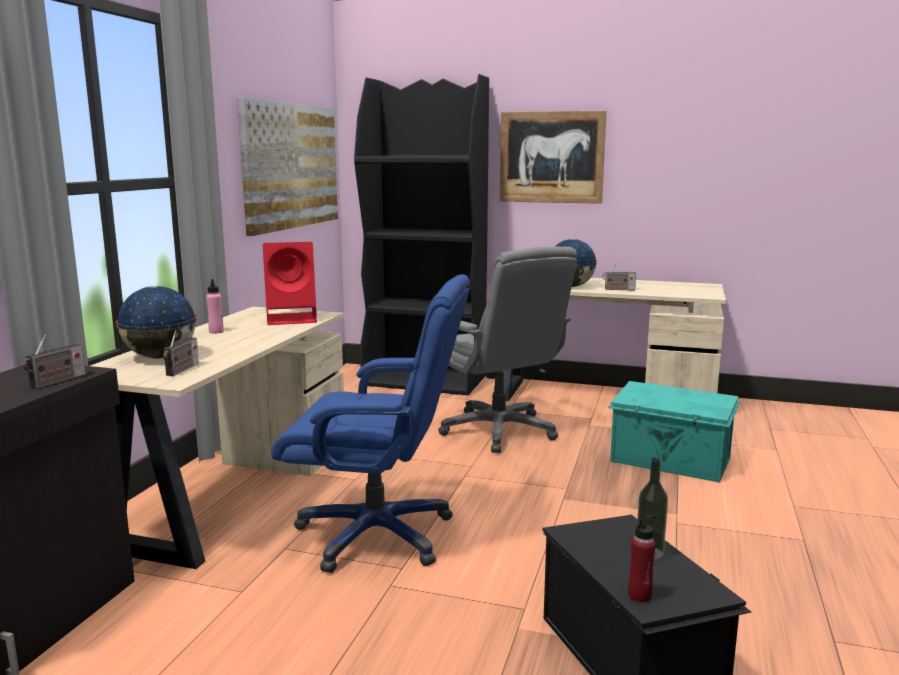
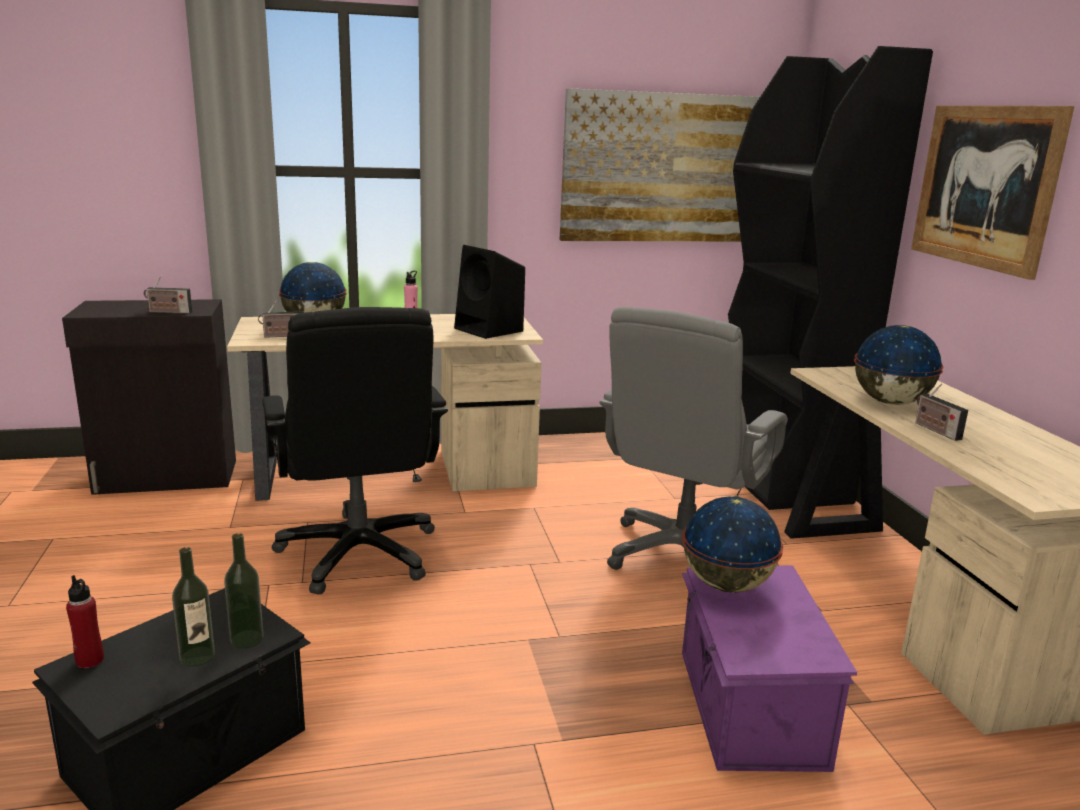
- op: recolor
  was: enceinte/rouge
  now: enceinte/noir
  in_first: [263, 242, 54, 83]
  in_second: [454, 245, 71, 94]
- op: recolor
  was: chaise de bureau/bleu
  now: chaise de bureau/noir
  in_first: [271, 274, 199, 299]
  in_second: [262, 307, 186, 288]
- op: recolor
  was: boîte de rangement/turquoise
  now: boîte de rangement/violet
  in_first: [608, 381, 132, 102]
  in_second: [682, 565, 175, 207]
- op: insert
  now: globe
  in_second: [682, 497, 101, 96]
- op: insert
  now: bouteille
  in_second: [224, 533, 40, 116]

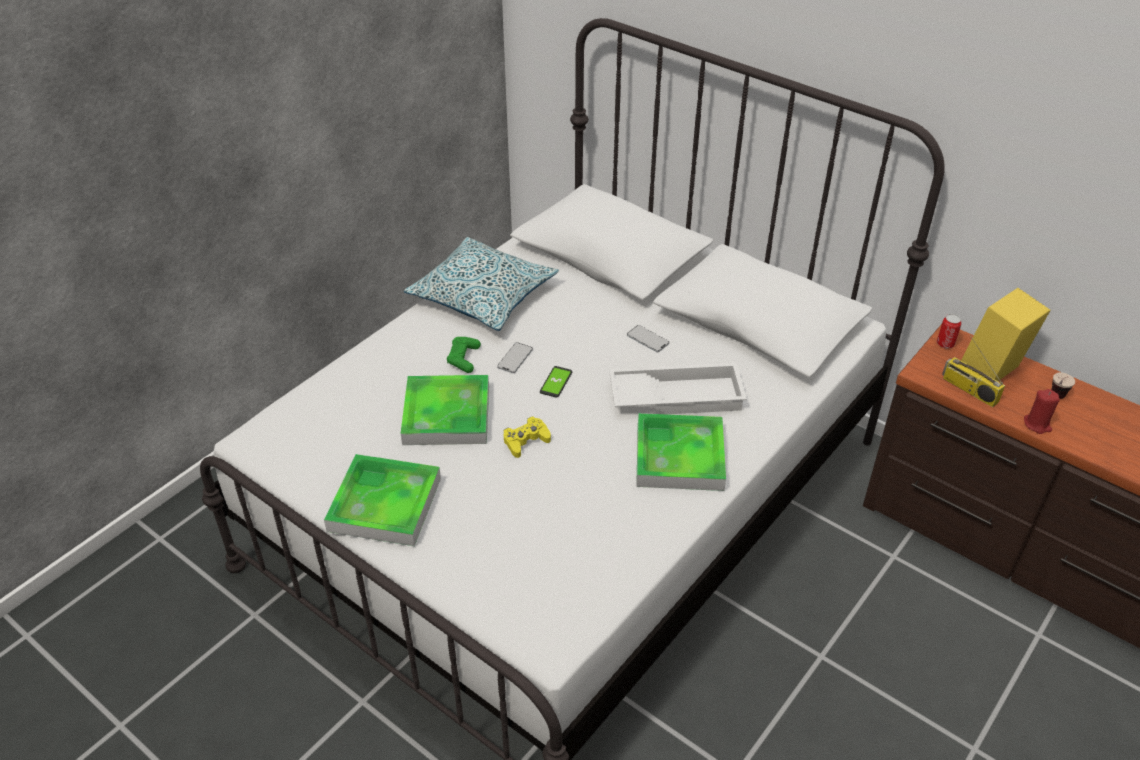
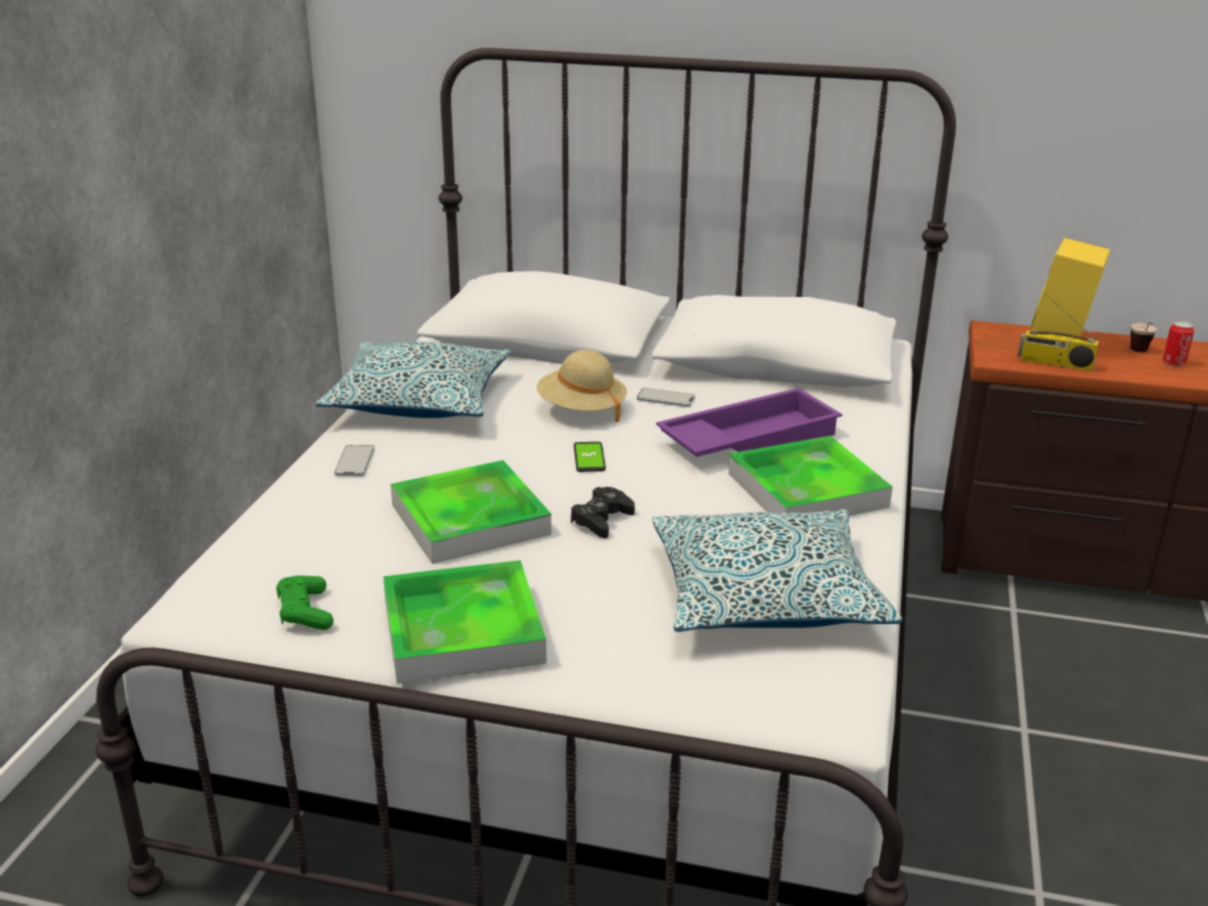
- op: move
  was: boîte métallique
  in_first: [937, 314, 25, 35]
  in_second: [1163, 321, 31, 45]
- op: move
  was: manette/vert
  in_first: [447, 337, 34, 36]
  in_second: [276, 576, 57, 54]
- op: move
  was: téléphone
  in_first: [497, 342, 36, 31]
  in_second: [334, 445, 40, 31]
- op: recolor
  was: plateau/blanc
  now: plateau/violet
  in_first: [609, 363, 138, 51]
  in_second: [656, 388, 186, 69]
- op: delete
  was: bougie/rouge
  in_first: [1024, 389, 36, 45]
- op: recolor
  was: manette/jaune
  now: manette/noir
  in_first: [504, 416, 47, 42]
  in_second: [571, 487, 64, 51]
- op: insert
  now: chapeau/beige
  in_second: [536, 350, 91, 72]
- op: insert
  now: coussin
  in_second: [652, 509, 251, 123]

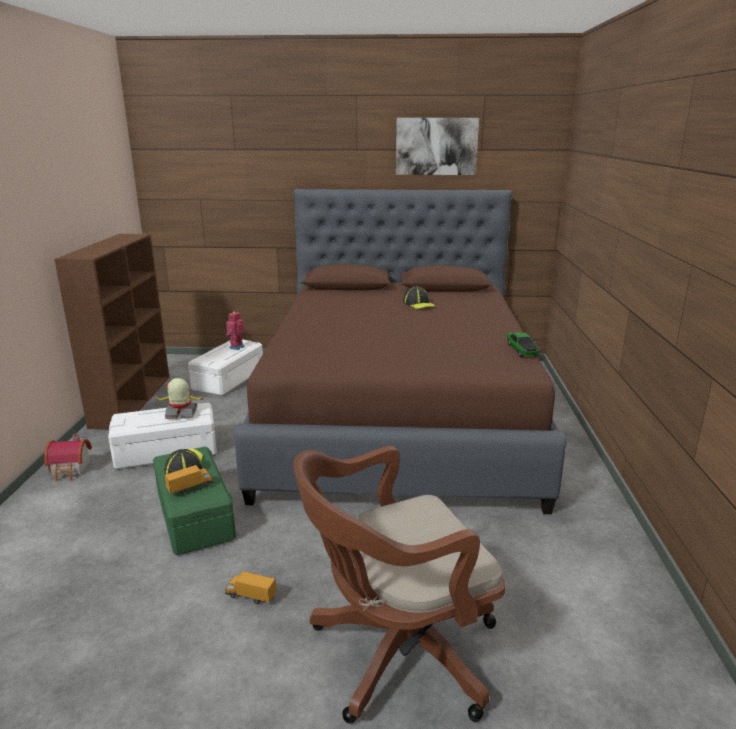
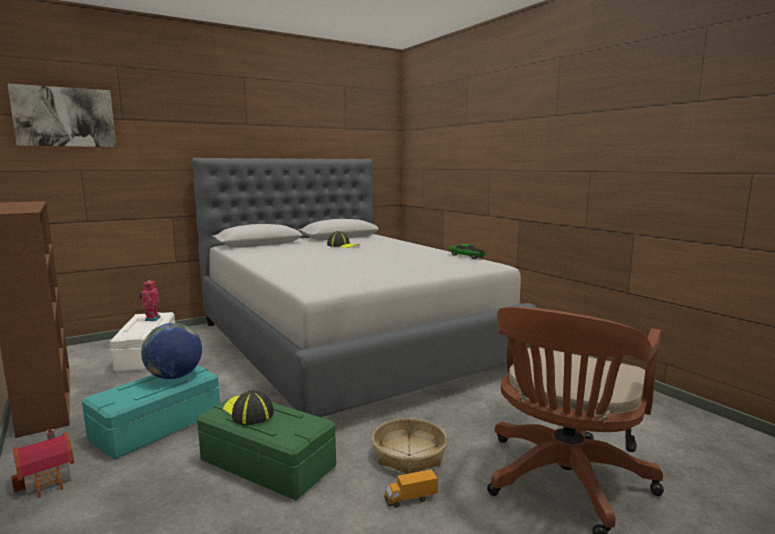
- op: move
  was: tableau
  in_first: [396, 118, 83, 57]
  in_second: [7, 84, 109, 63]
- op: recolor
  was: lit/marron
  now: lit/gris
  in_first: [234, 189, 334, 325]
  in_second: [192, 158, 345, 259]
- op: replace
  was: robot jouet
  now: globe
  in_first: [154, 378, 50, 41]
  in_second: [141, 323, 61, 56]
- op: recolor
  was: boîte de rangement/blanc
  now: boîte de rangement/turquoise
  in_first: [108, 403, 109, 66]
  in_second: [82, 366, 138, 93]
- op: delete
  was: camion jouet
  in_first: [164, 465, 50, 30]
- op: insert
  now: panier
  in_second: [372, 418, 75, 56]

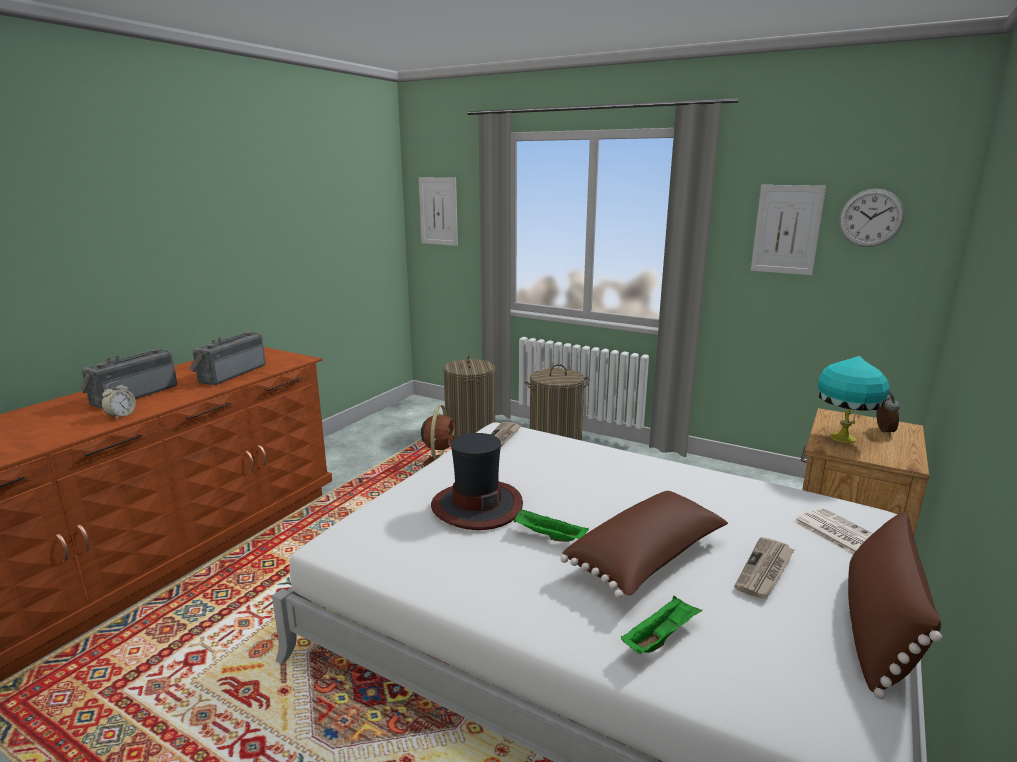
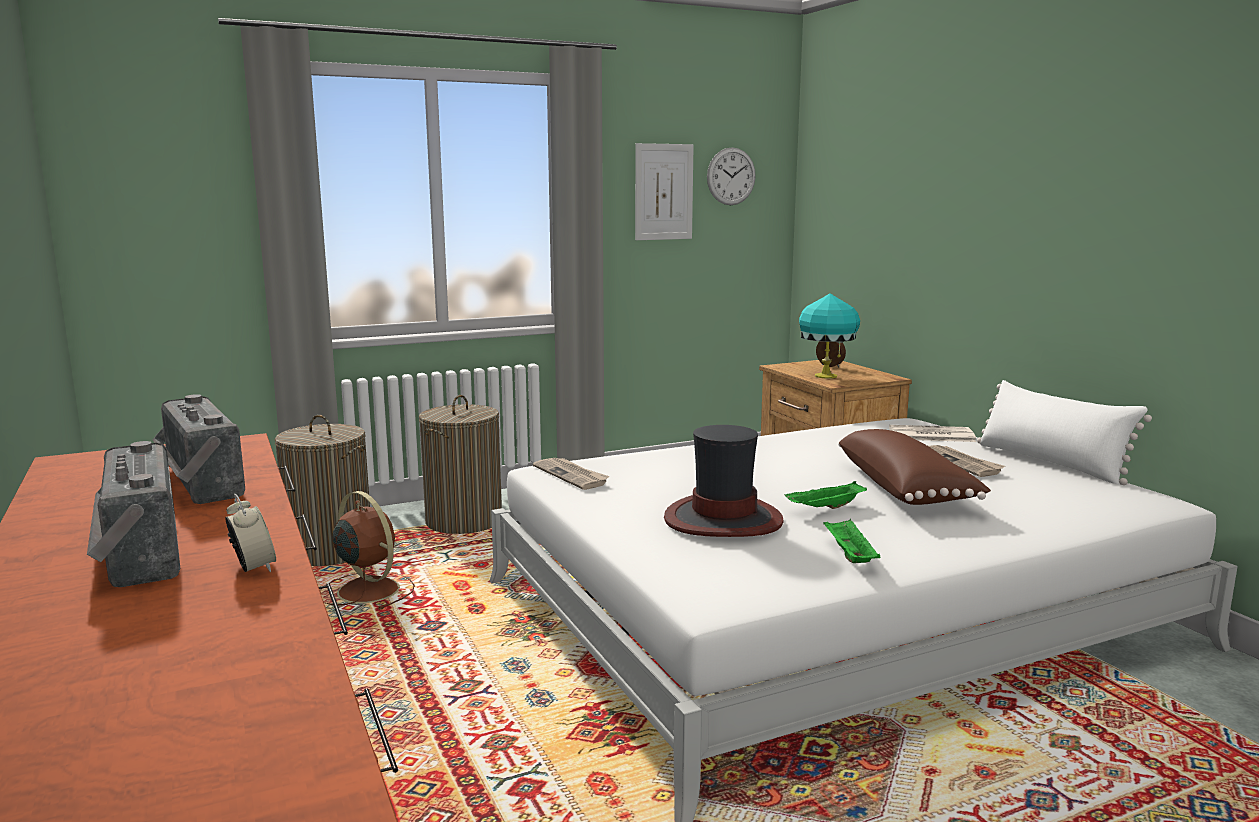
- op: delete
  was: tableau
  in_first: [419, 177, 39, 69]
- op: recolor
  was: coussin/marron
  now: coussin/blanc
  in_first: [848, 511, 94, 188]
  in_second: [977, 380, 175, 105]
- op: move
  was: plateau/vert
  in_first: [621, 596, 81, 58]
  in_second: [823, 518, 57, 45]

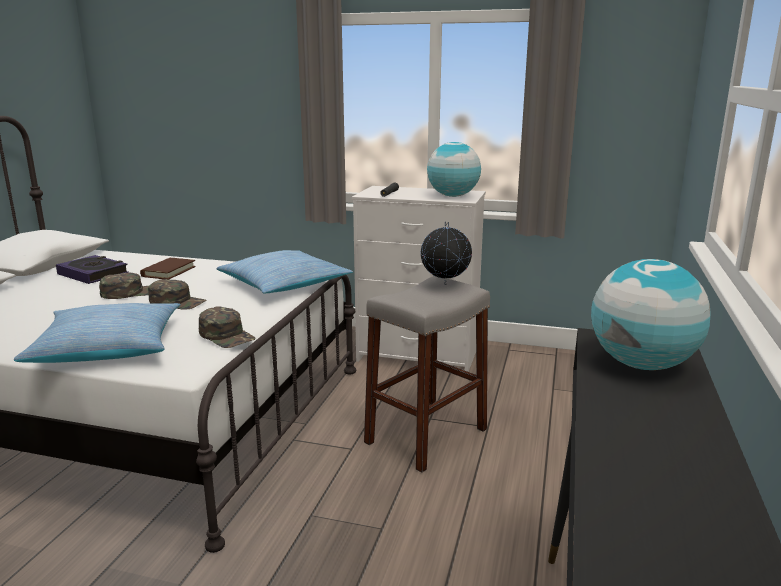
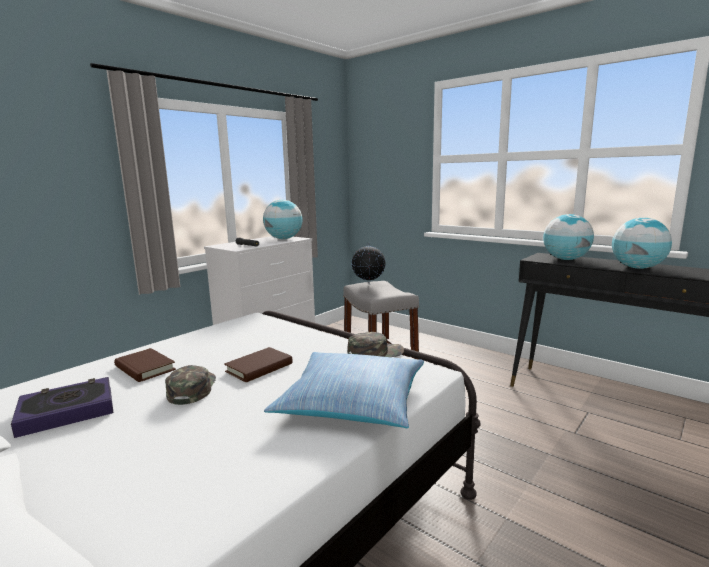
- op: delete
  was: coussin
  in_first: [216, 250, 137, 44]
- op: replace
  was: casquette/vert
  now: livre/marron
  in_first: [148, 279, 59, 31]
  in_second: [224, 347, 69, 35]
- op: insert
  now: globe
  in_second: [612, 218, 60, 51]

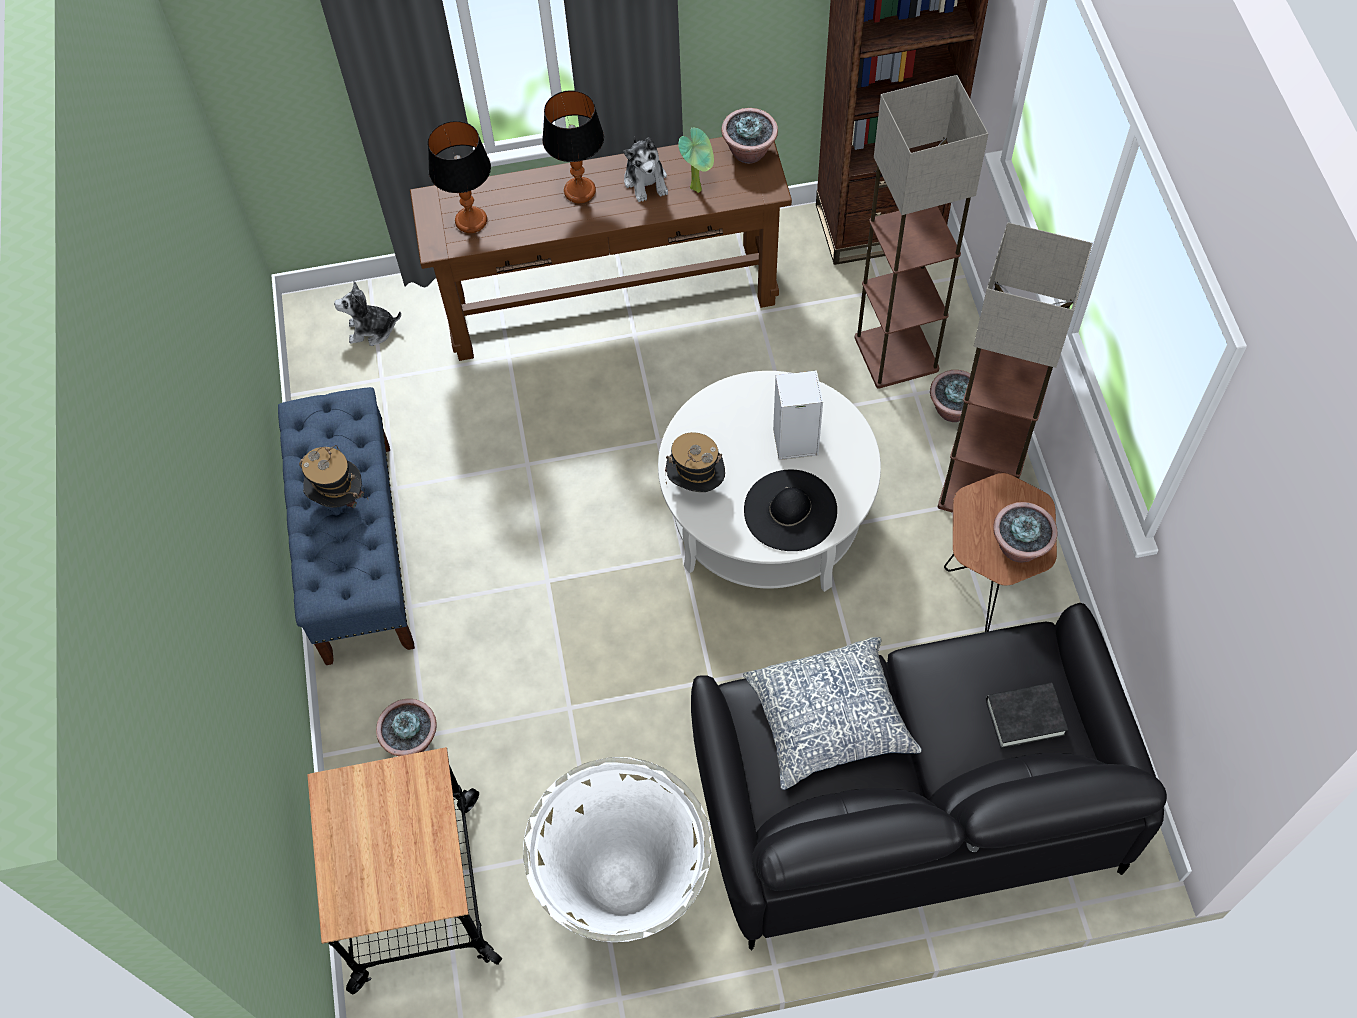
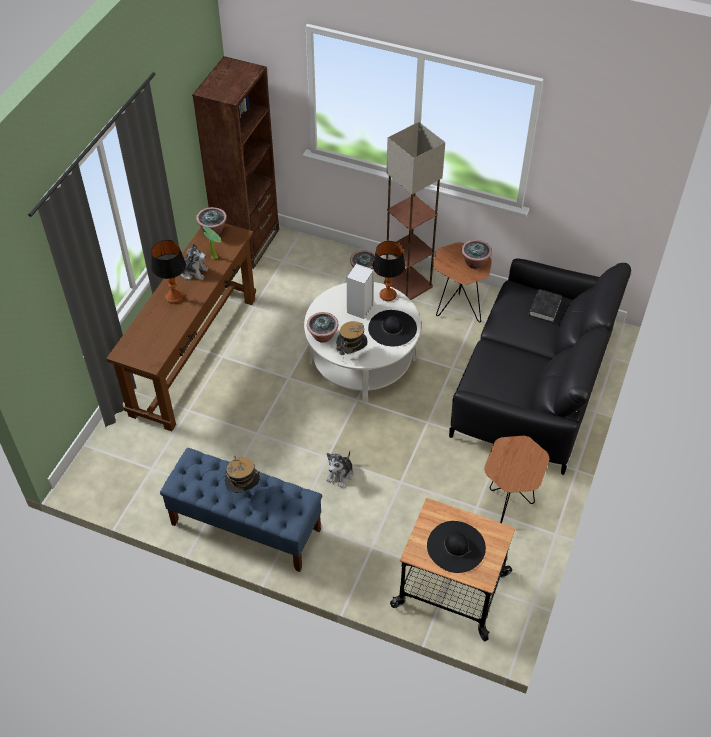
- op: delete
  was: lampadaire
  in_first: [855, 75, 133, 314]
- op: move
  was: lampe de table
  in_first: [428, 121, 63, 112]
  in_second: [373, 241, 33, 60]
- op: move
  was: peluche
  in_first: [334, 281, 67, 65]
  in_second: [326, 451, 28, 37]
- op: delete
  was: coussin
  in_first: [743, 637, 179, 153]
- op: move
  was: plante en pot
  in_first: [376, 699, 61, 57]
  in_second: [307, 312, 31, 31]
- op: replace
  was: cache-pot/blanc
  now: table d'appoint/marron
  in_first: [523, 757, 188, 185]
  in_second: [484, 436, 65, 87]
- op: insert
  now: chapeau/noir
  in_second: [427, 521, 59, 52]

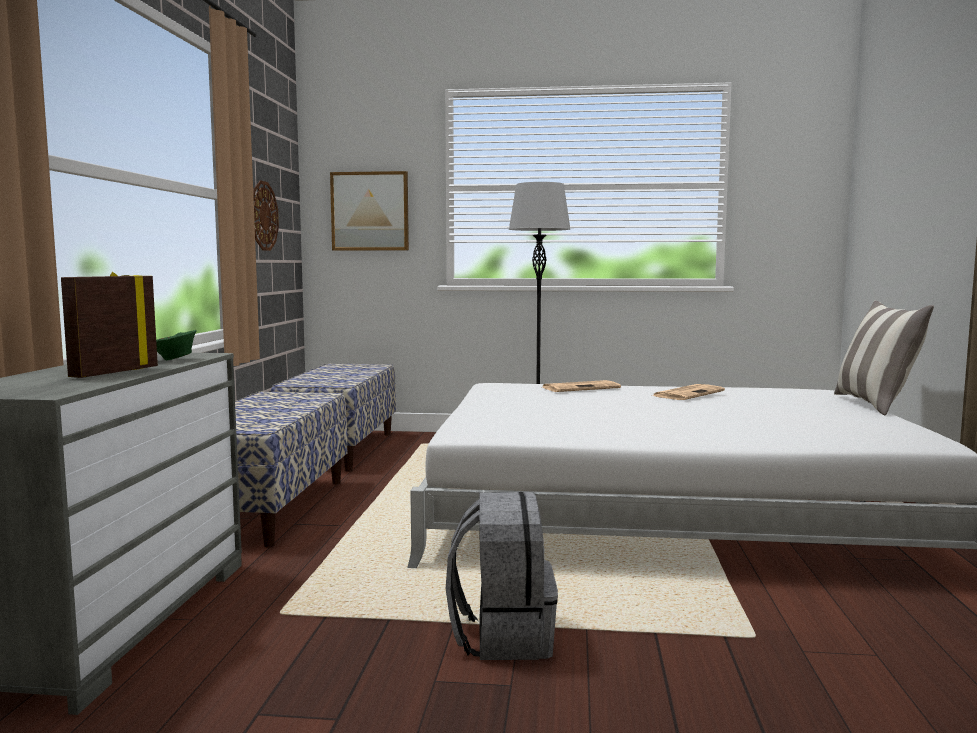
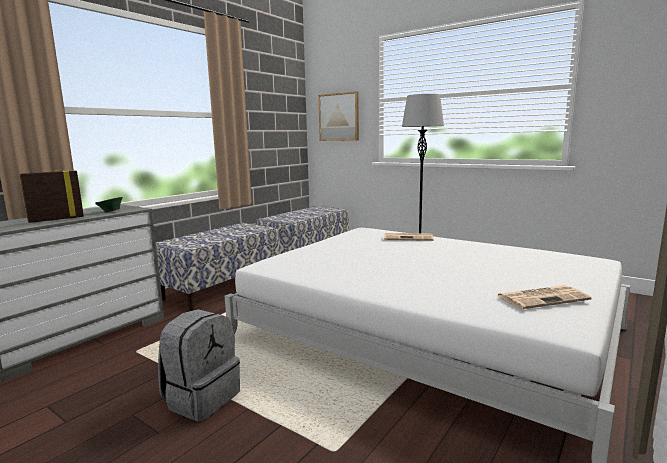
- op: delete
  was: horloge murale
  in_first: [253, 180, 26, 71]
- op: delete
  was: coussin
  in_first: [834, 300, 100, 116]
- op: move
  was: journal
  in_first: [653, 384, 72, 16]
  in_second: [496, 285, 96, 24]

